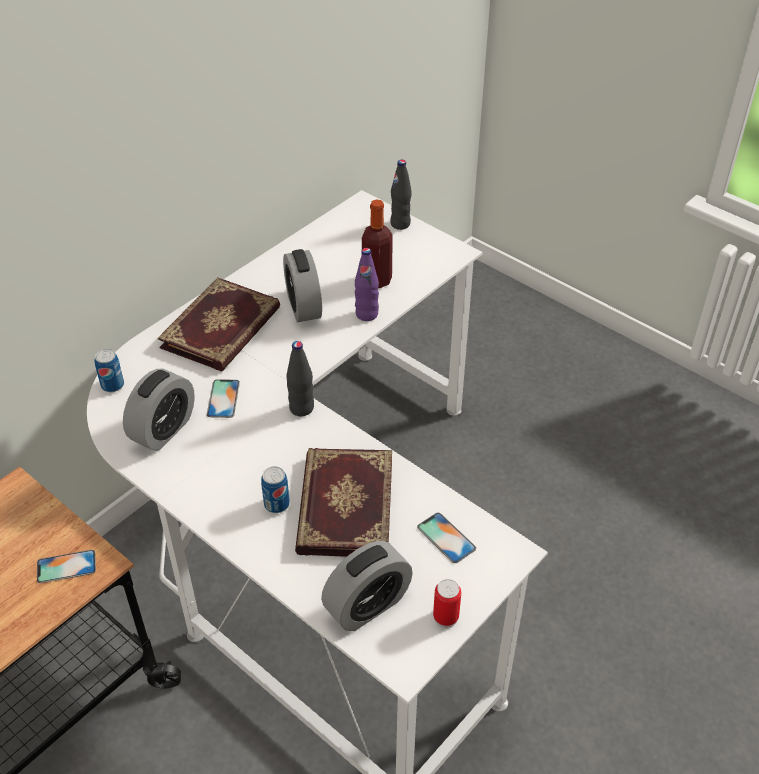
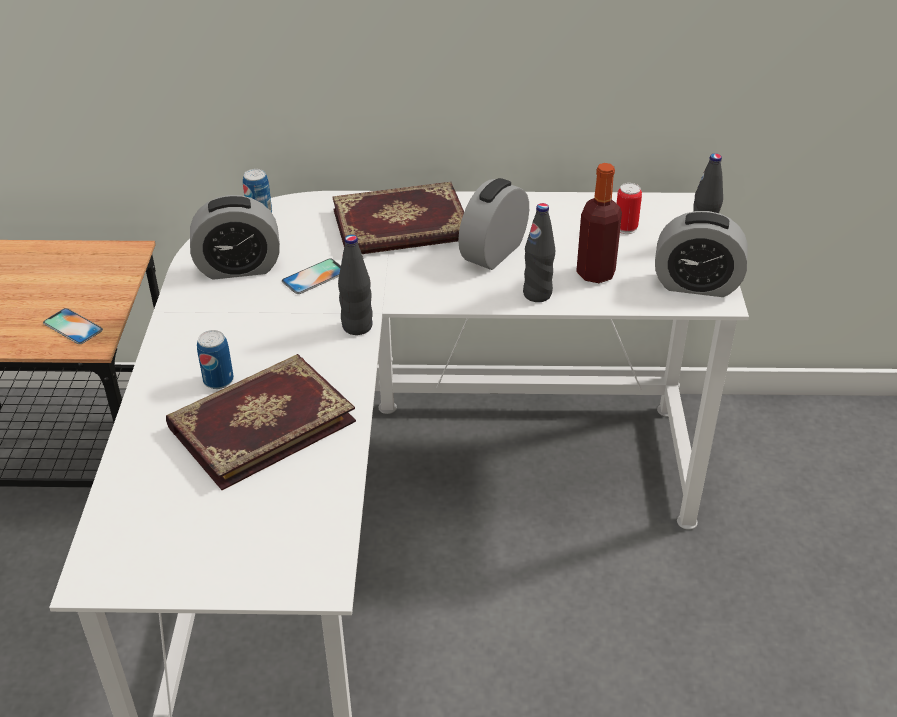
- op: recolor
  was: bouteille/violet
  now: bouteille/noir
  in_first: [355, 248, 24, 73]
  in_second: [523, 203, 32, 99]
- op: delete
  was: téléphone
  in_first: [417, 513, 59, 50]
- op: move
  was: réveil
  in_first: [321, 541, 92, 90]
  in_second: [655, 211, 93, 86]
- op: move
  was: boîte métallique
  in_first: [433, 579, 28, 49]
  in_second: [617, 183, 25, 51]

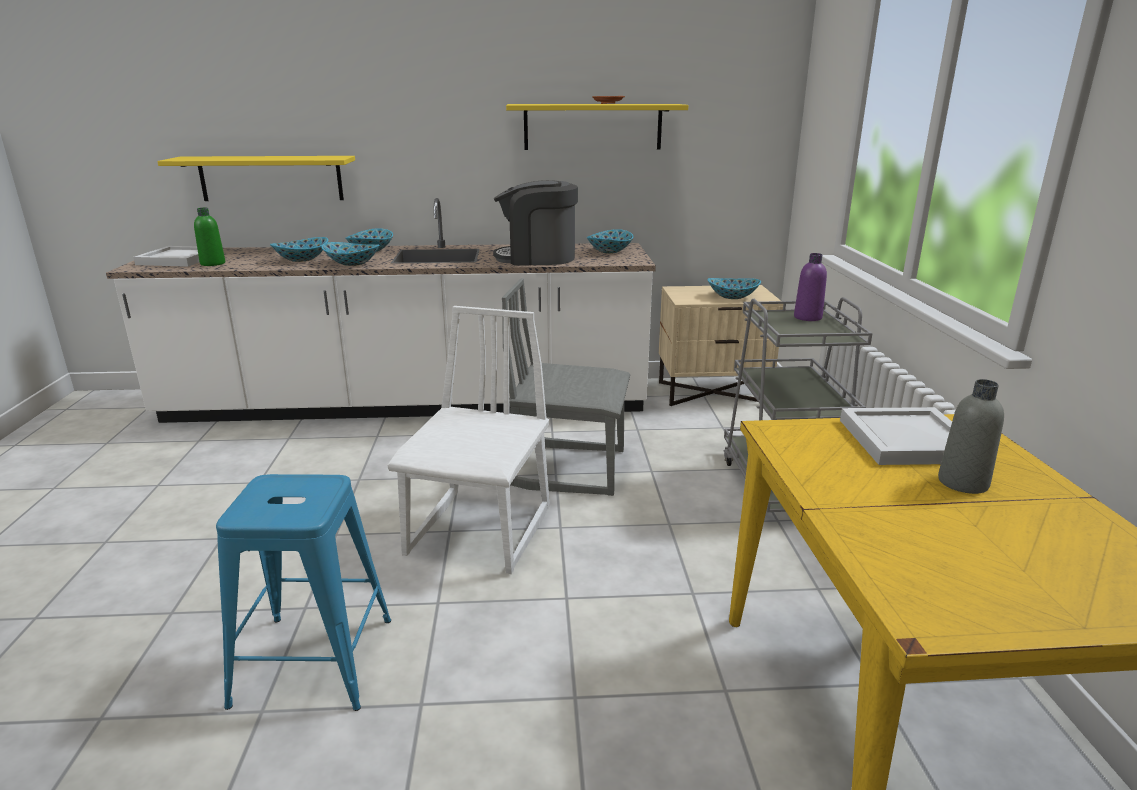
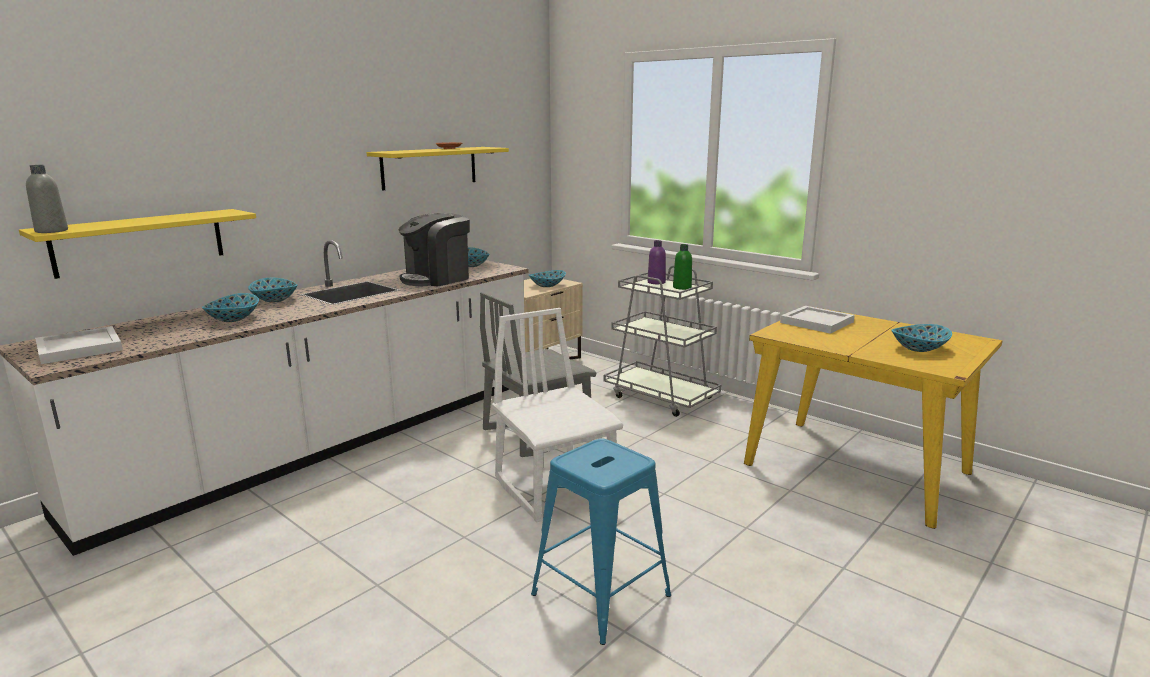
- op: move
  was: bouteille/vert
  in_first: [194, 208, 31, 58]
  in_second: [673, 244, 19, 46]
- op: move
  was: bol
  in_first: [321, 242, 58, 24]
  in_second: [891, 324, 61, 28]
- op: move
  was: bouteille/gris
  in_first: [938, 379, 66, 115]
  in_second: [26, 165, 42, 68]

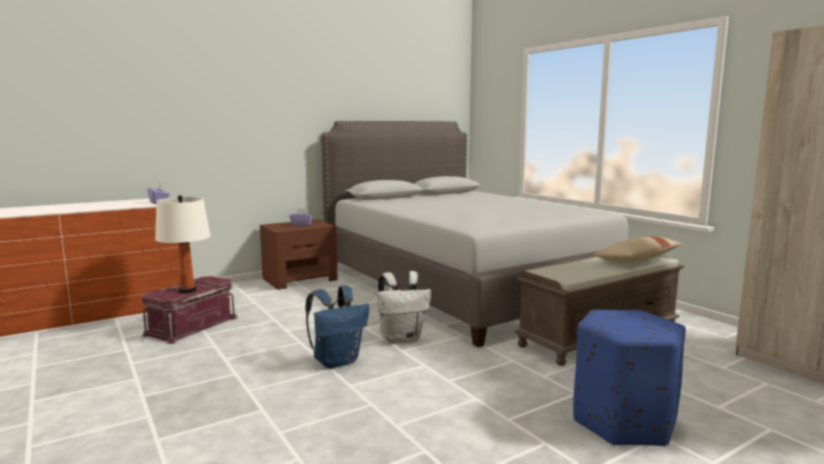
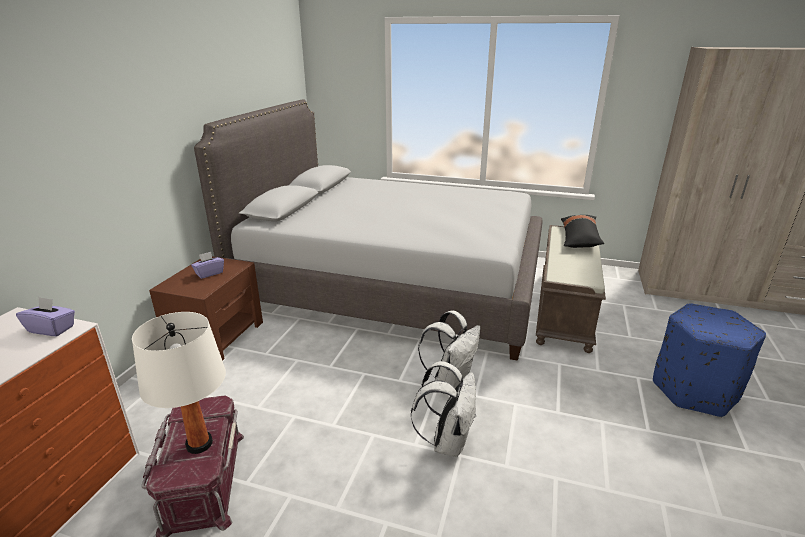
- op: recolor
  was: coussin/beige
  now: coussin/noir
  in_first: [593, 236, 89, 27]
  in_second: [561, 215, 43, 33]
- op: recolor
  was: sac à dos/bleu
  now: sac à dos/blanc
  in_first: [305, 285, 64, 84]
  in_second: [411, 361, 65, 96]

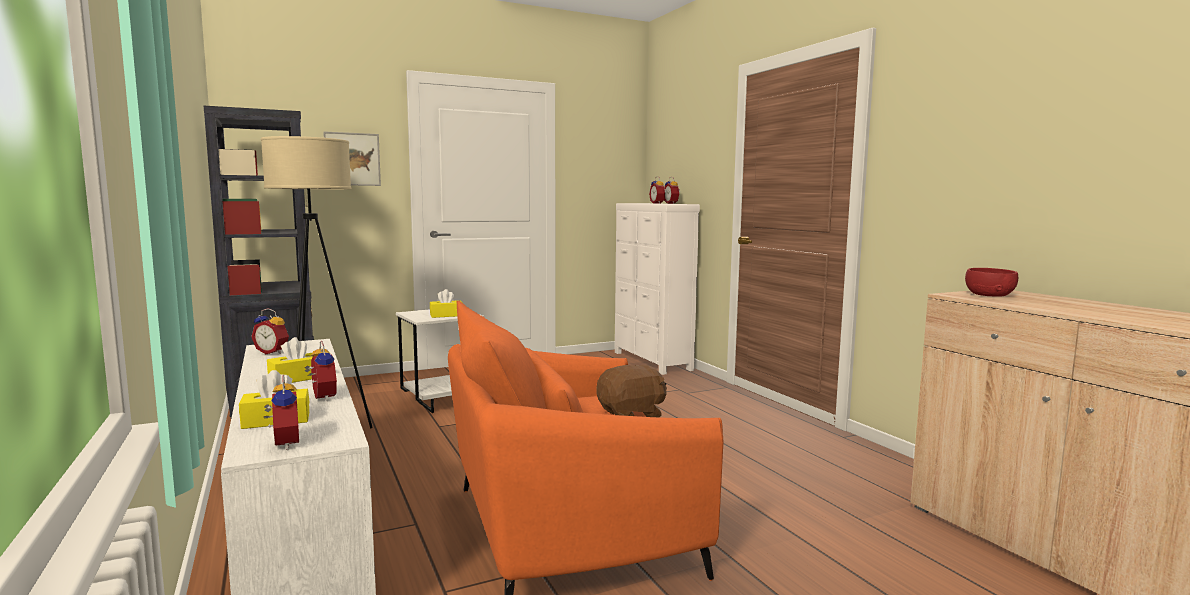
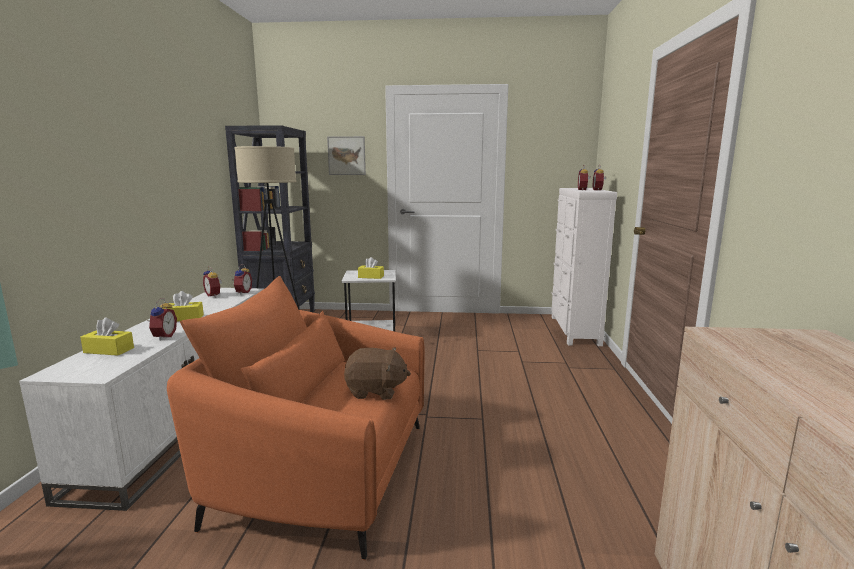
- op: delete
  was: bol/rouge
  in_first: [965, 268, 53, 29]
- op: move
  was: réveil
  in_first: [264, 375, 35, 75]
  in_second: [232, 264, 20, 31]

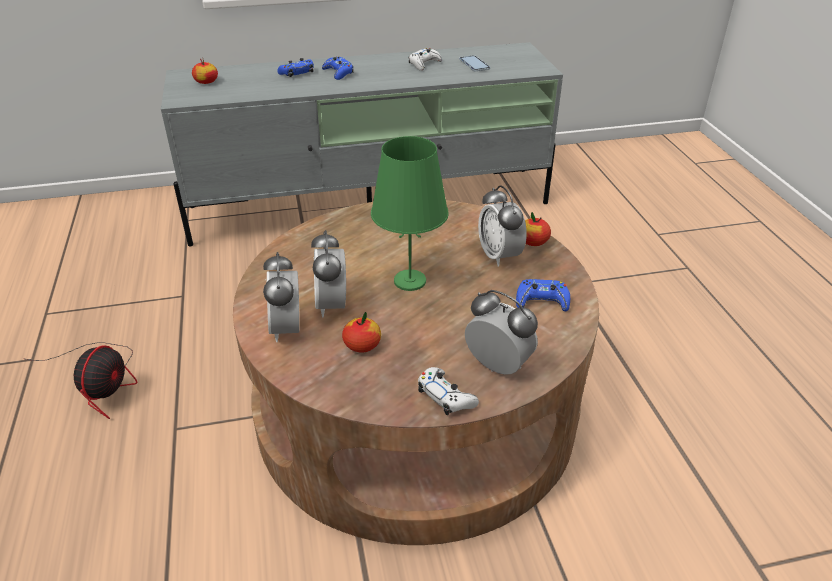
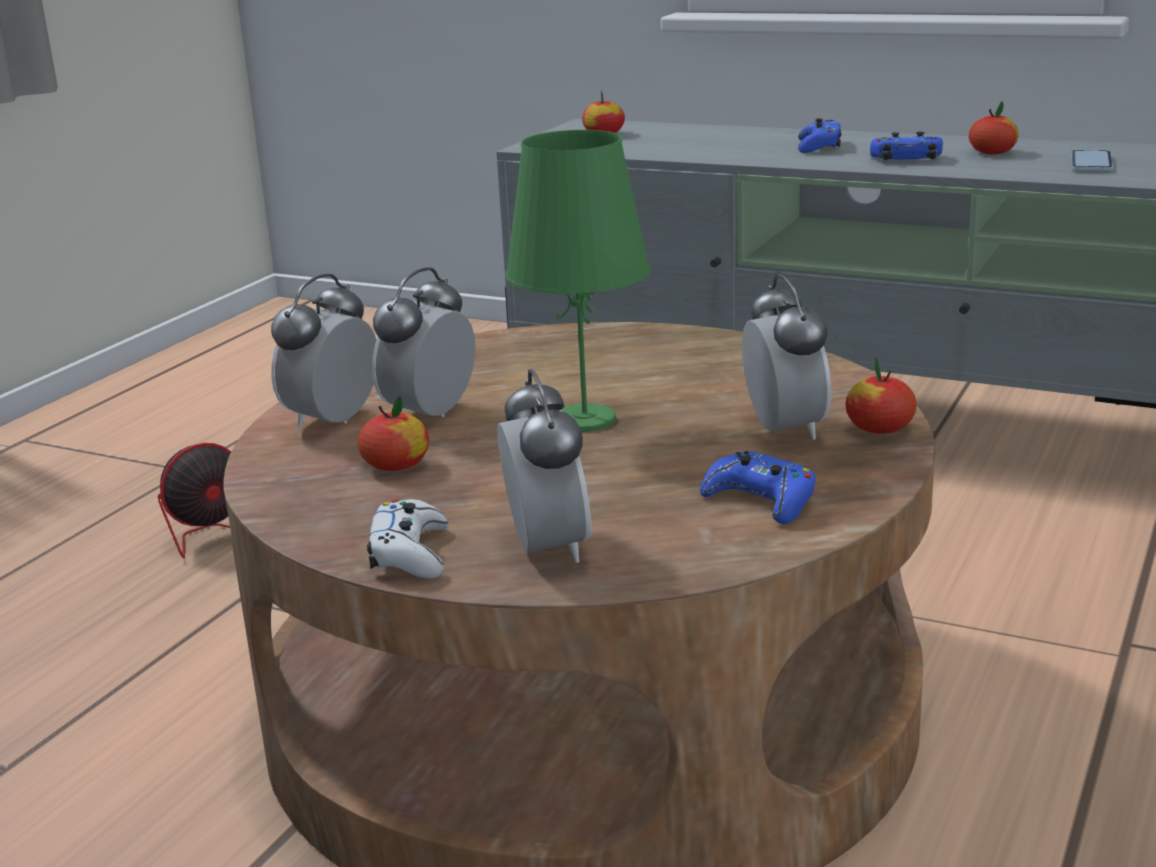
- op: replace
  was: manette/blanc
  now: pomme
  in_first: [409, 48, 33, 23]
  in_second: [969, 101, 50, 53]
- op: move
  was: manette/bleu
  in_first: [277, 58, 37, 19]
  in_second: [870, 132, 73, 28]
- op: rotate
  was: réveil
  in_first: [478, 185, 49, 82]
  in_second: [742, 274, 89, 166]
  clockwise: 150

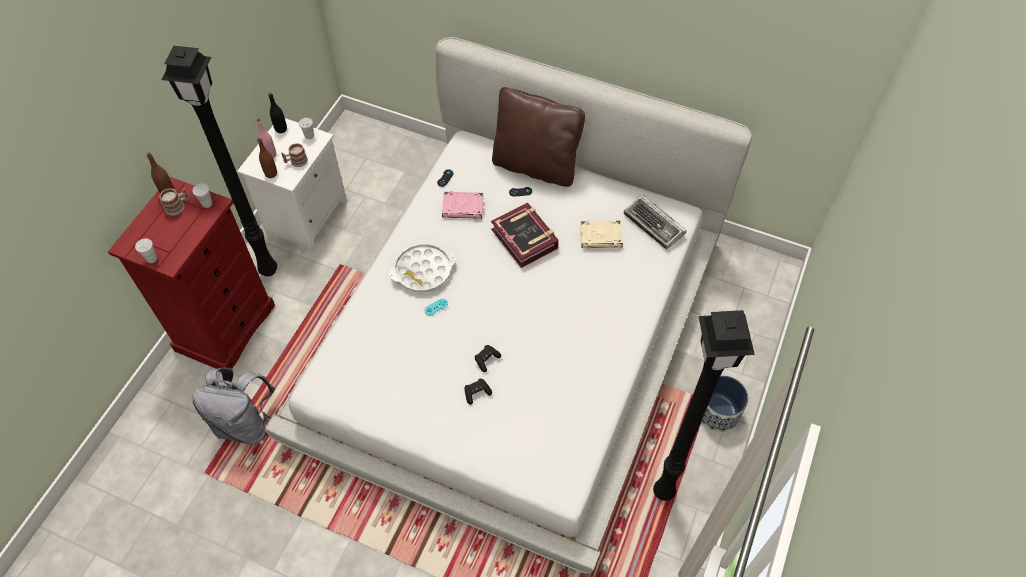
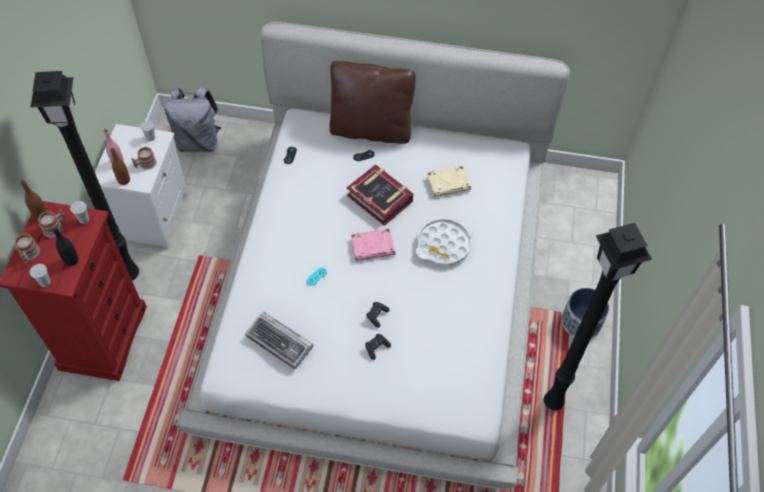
- op: move
  was: bouteille/noir
  in_first: [268, 92, 19, 41]
  in_second: [53, 226, 26, 40]
- op: move
  was: livre/rose
  in_first: [442, 191, 42, 28]
  in_second: [351, 229, 44, 32]
- op: move
  was: clavier
  in_first: [624, 195, 62, 54]
  in_second: [245, 312, 68, 57]
- op: move
  was: plateau/blanc
  in_first: [389, 244, 67, 48]
  in_second: [416, 218, 57, 48]
- op: move
  was: sac à dos/gris
  in_first: [193, 368, 82, 76]
  in_second: [165, 87, 56, 65]
- op: insert
  now: mug
  in_second: [15, 234, 25, 30]

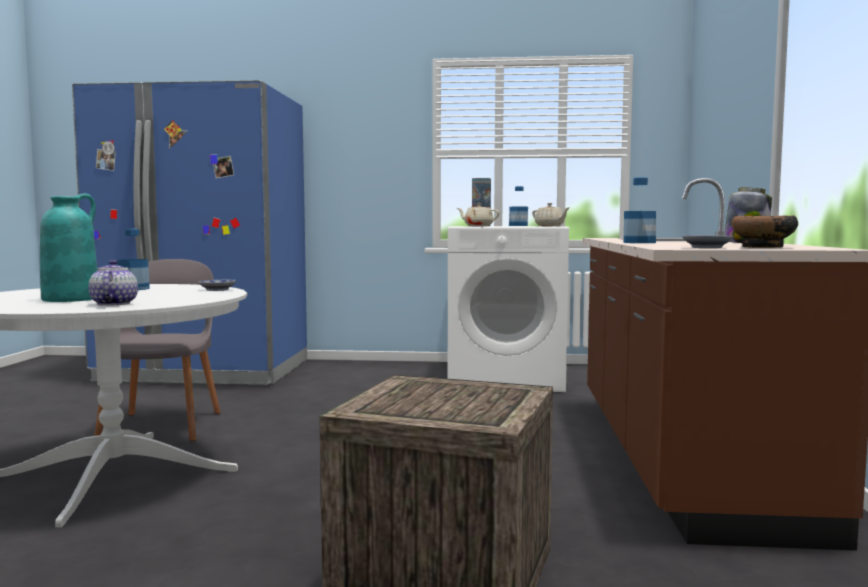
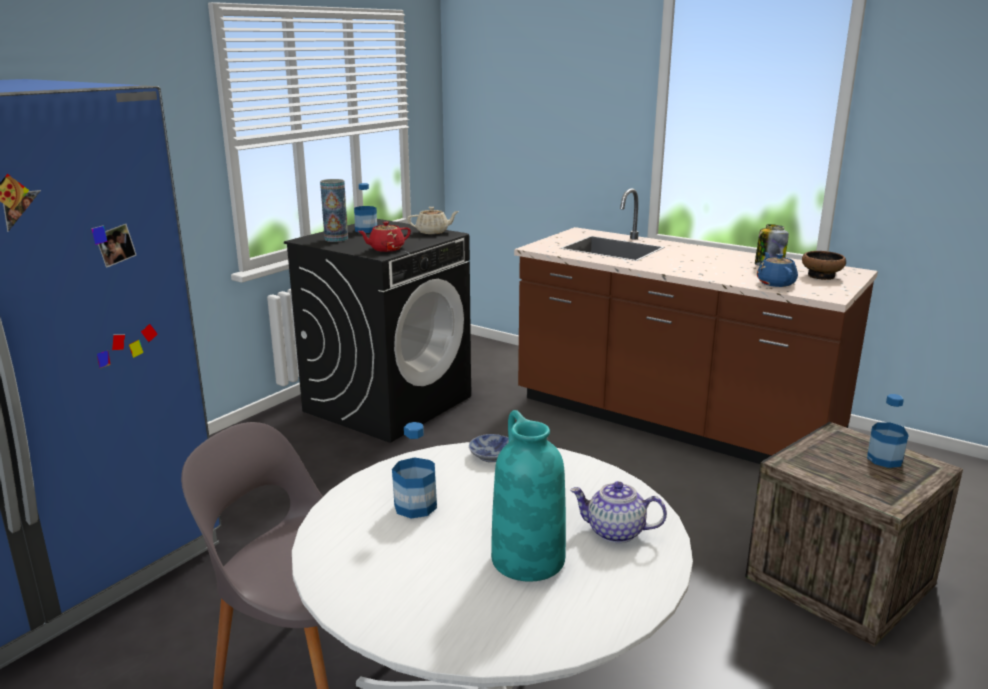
- op: move
  was: bouteille
  in_first: [624, 177, 32, 66]
  in_second: [867, 394, 42, 74]
- op: recolor
  was: théière/beige
  now: théière/rouge
  in_first: [457, 203, 43, 23]
  in_second: [358, 222, 53, 30]
- op: recolor
  was: lave-linge/blanc
  now: lave-linge/noir
  in_first: [448, 226, 121, 166]
  in_second: [284, 219, 187, 224]
- op: delete
  was: bol
  in_first: [682, 235, 51, 13]
- op: insert
  now: théière/bleu
  in_second: [757, 252, 41, 35]

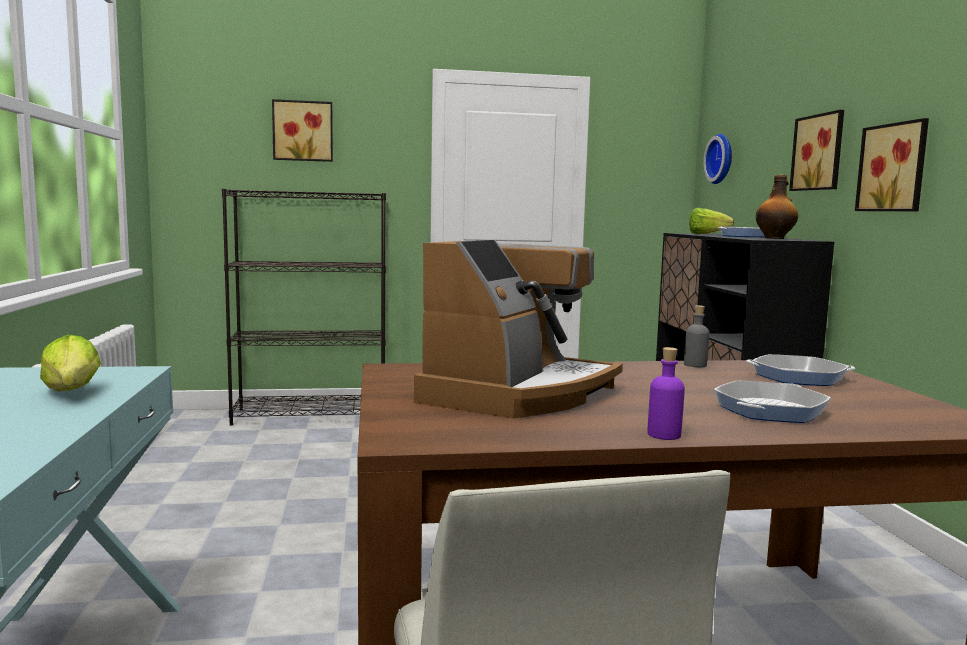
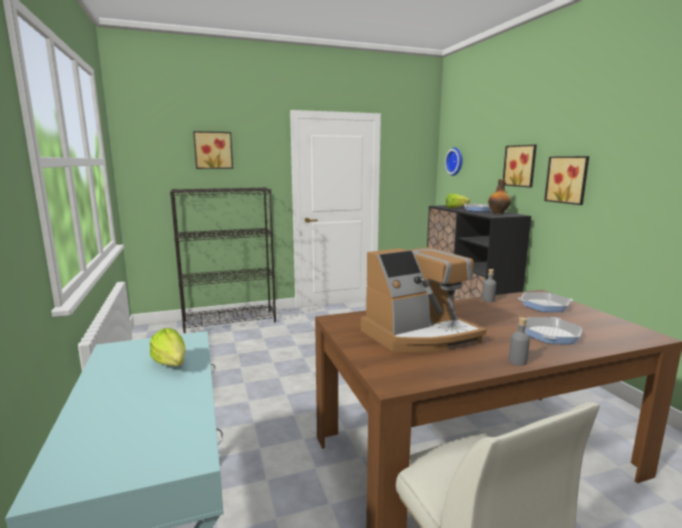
- op: rotate
  was: machine à café
  in_first: [414, 240, 209, 179]
  in_second: [361, 247, 125, 105]
  clockwise: 45
- op: recolor
  was: bouteille/violet
  now: bouteille/gris
  in_first: [647, 347, 38, 93]
  in_second: [509, 317, 21, 49]

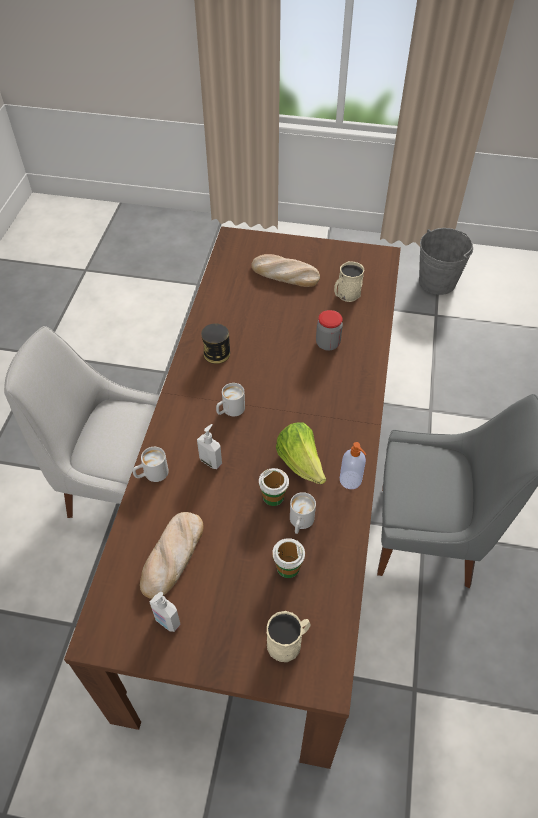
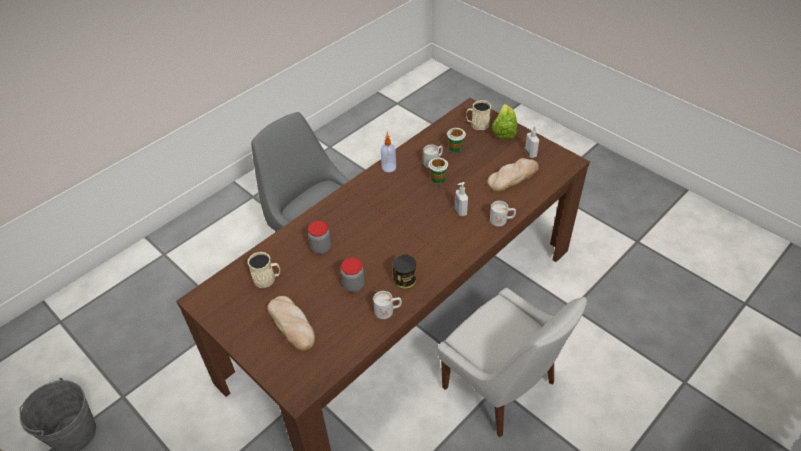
- op: move
  was: mug/blanc
  in_first: [216, 383, 29, 33]
  in_second: [373, 291, 29, 28]
- op: move
  was: laitue
  in_first: [276, 422, 50, 62]
  in_second: [492, 104, 25, 35]
- op: insert
  now: bocal
  in_second: [341, 258, 24, 34]

